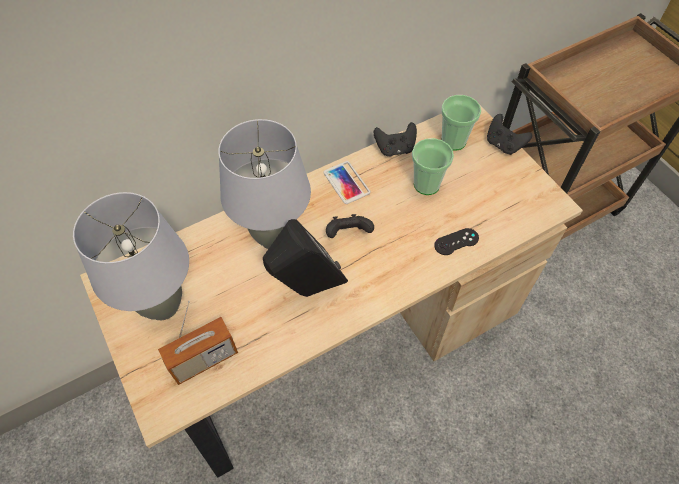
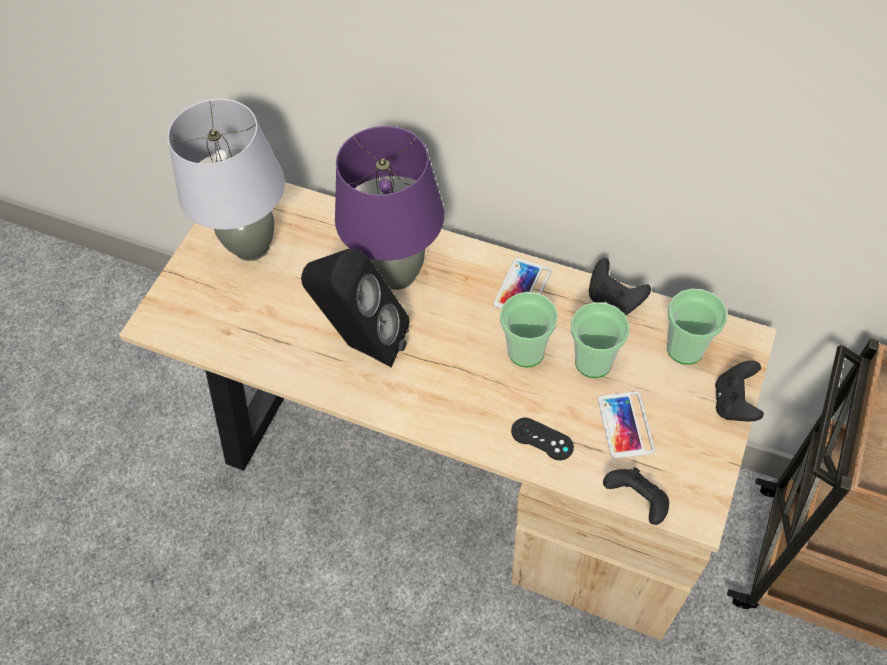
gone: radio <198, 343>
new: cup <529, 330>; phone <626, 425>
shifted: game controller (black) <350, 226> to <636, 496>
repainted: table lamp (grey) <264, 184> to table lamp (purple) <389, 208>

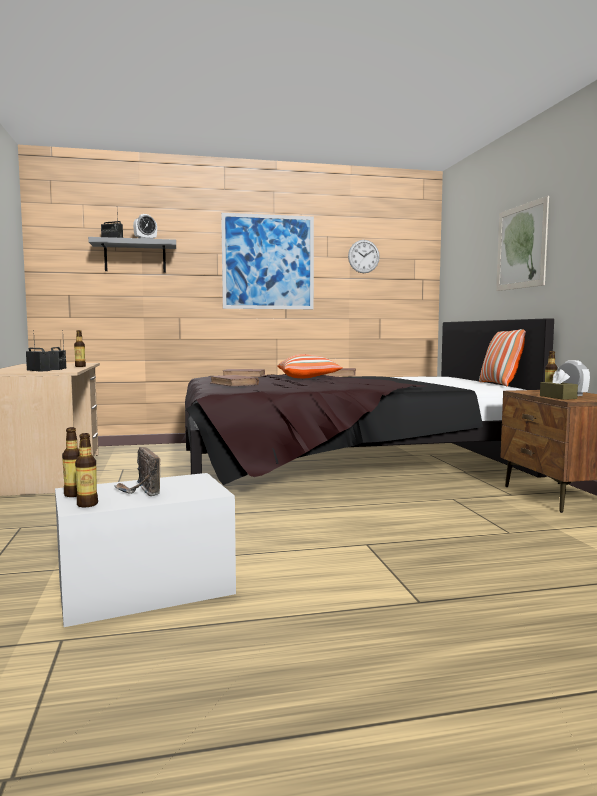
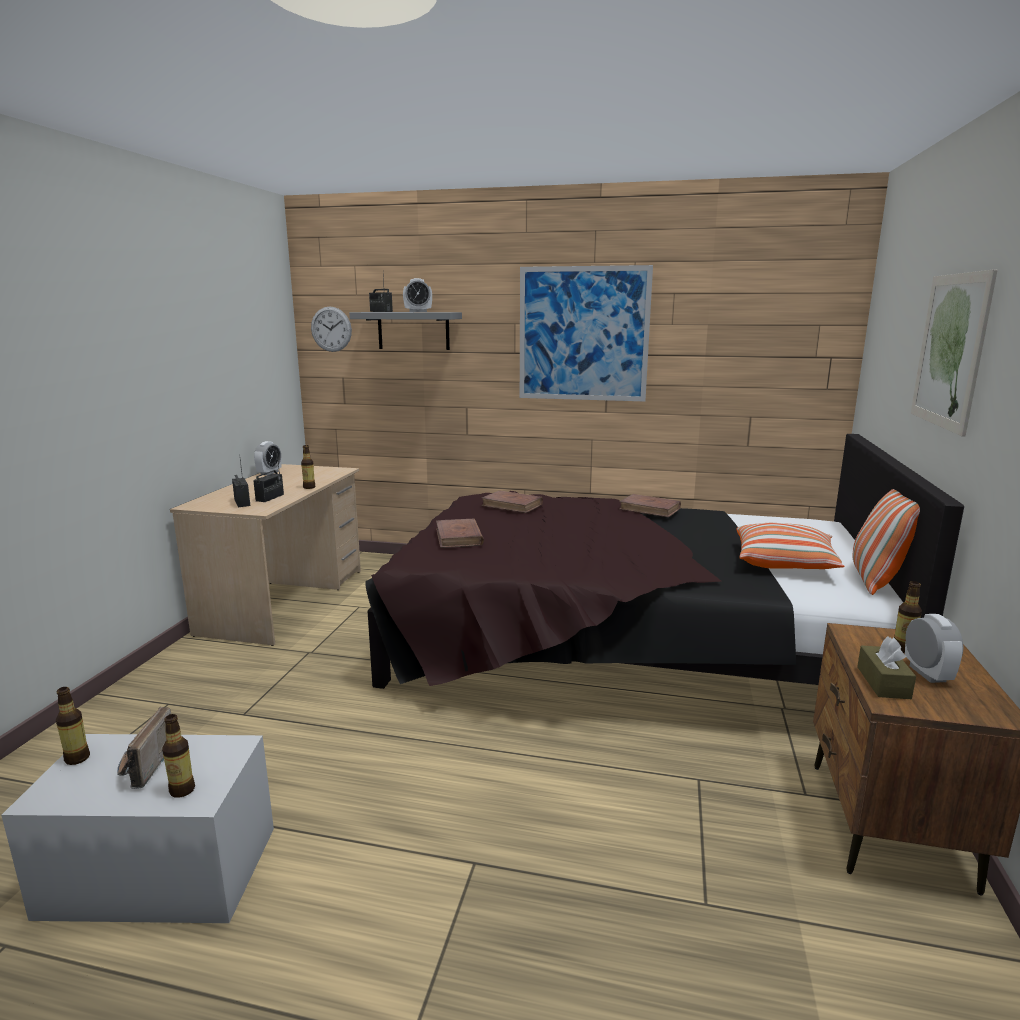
new: alarm clock <268, 458>
shifted: bottle <86, 470> to <178, 756>; wall clock <364, 256> to <331, 329>; pillow <310, 366> to <790, 546>

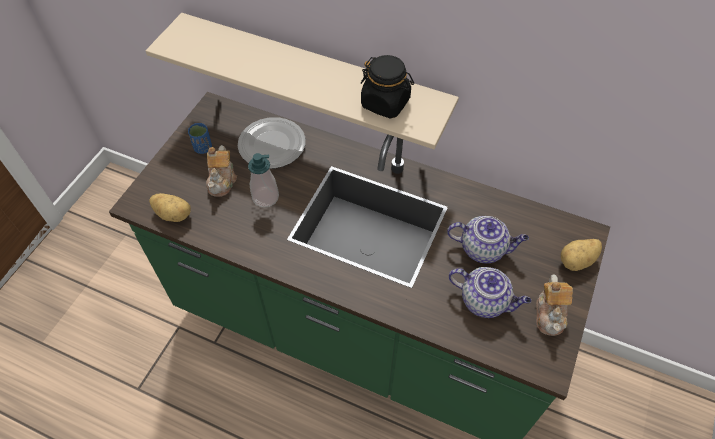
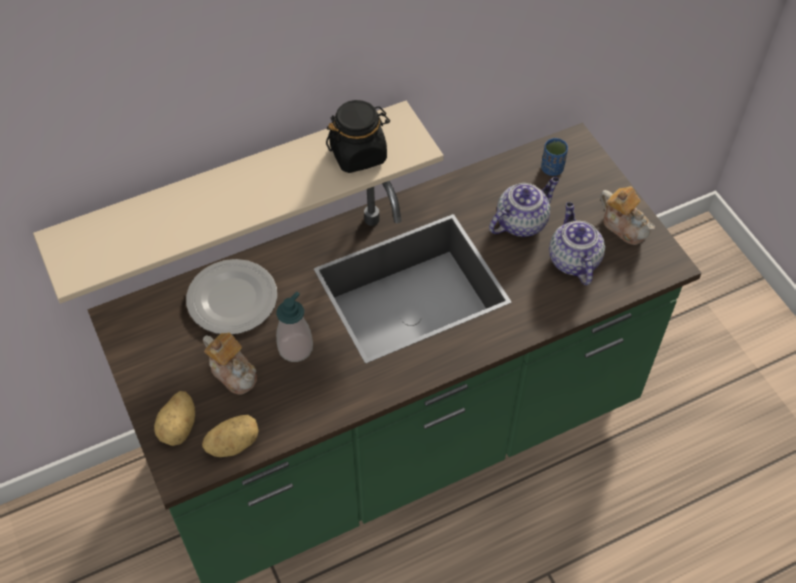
shifted: potato <581, 255> to <174, 418>; cup (blue) <200, 138> to <554, 157>
rotated: teapot <490, 292> = <577, 243> 75 degrees counterclockwise

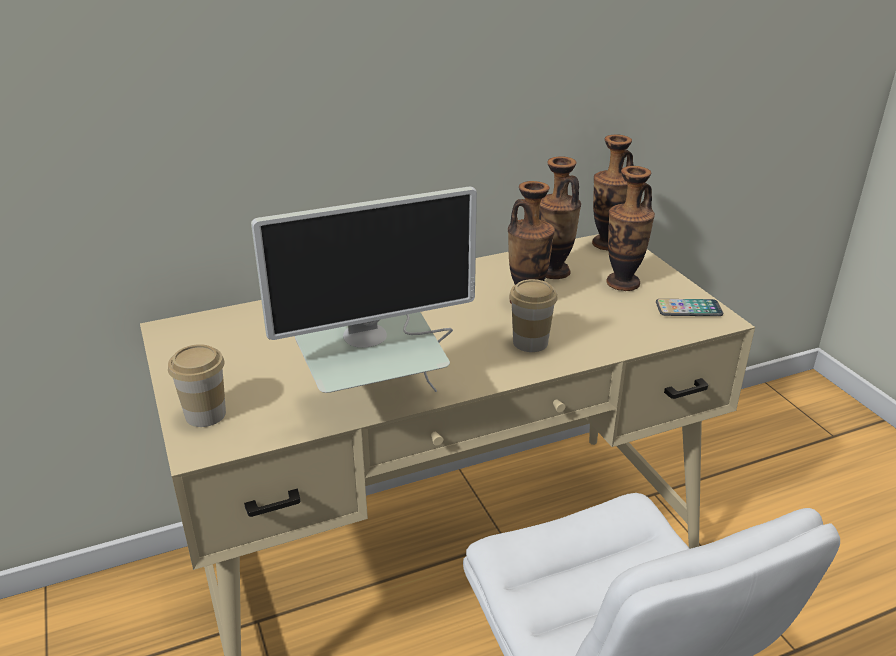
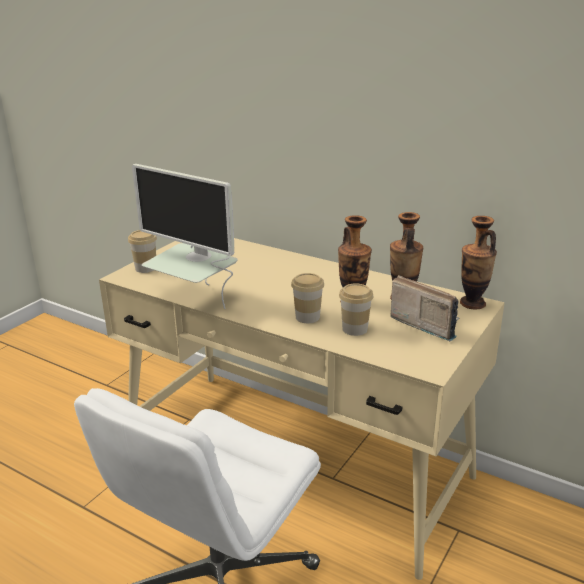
gone: phone <689, 307>
new: cup <356, 309>
swapped: vase <630, 228> to radio <424, 308>

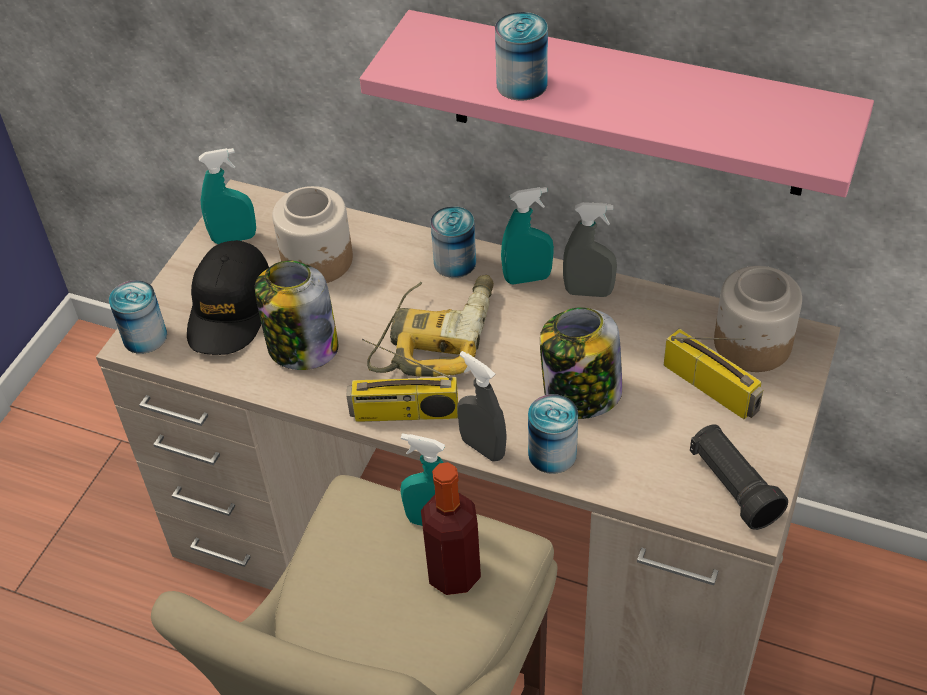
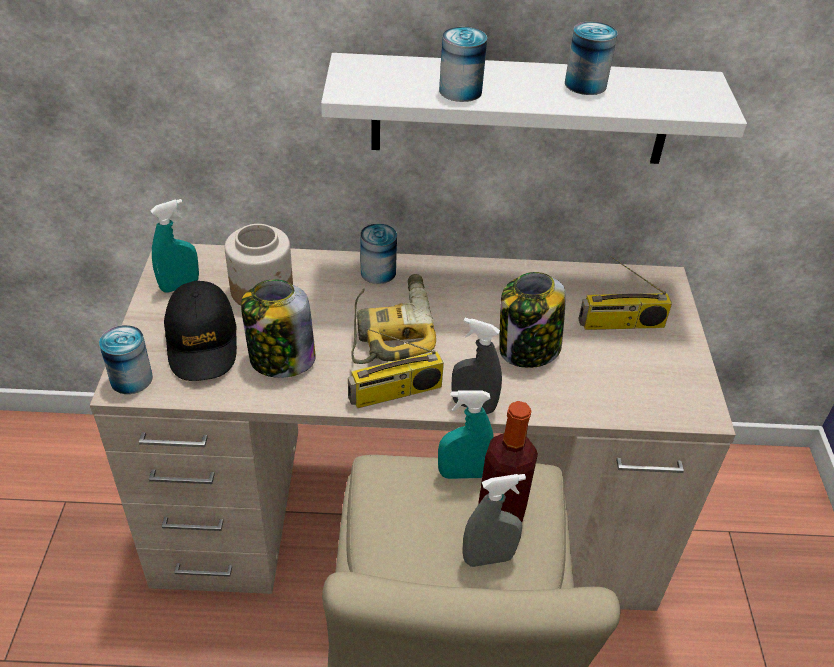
gone: spray bottle (turquoise) <527, 235>; flashlight (black) <739, 477>; jar <758, 319>
shifted: spray bottle (grey) <590, 249> to <494, 520>; can <553, 434> to <591, 58>
repainted: shelf (pink) <617, 103> to shelf (white) <534, 108>
rotated: radio <713, 374> = <625, 293> 150 degrees clockwise

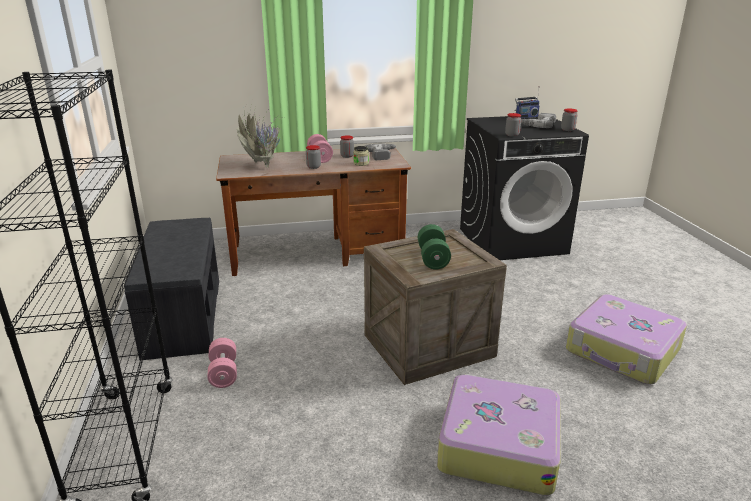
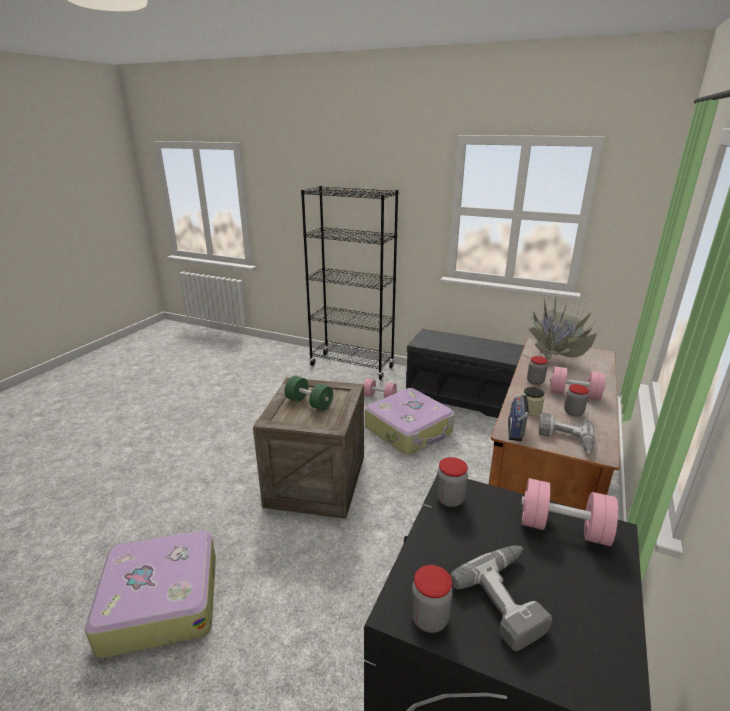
new: dumbbell (pink) <569, 512>
shifted: suitcase <499, 434> to <410, 421>; radio <527, 102> to <518, 417>

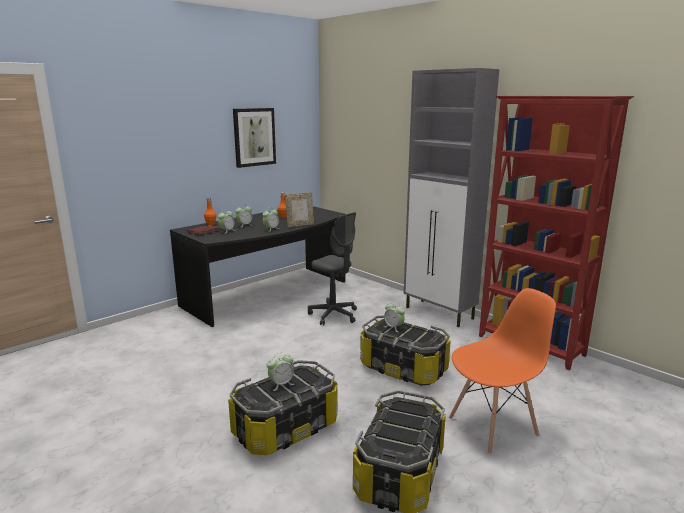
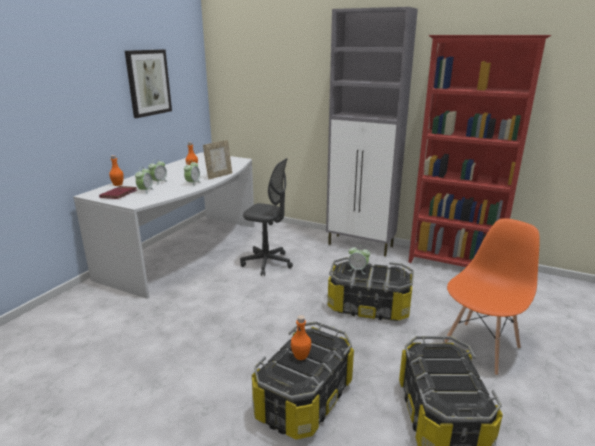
swapped: alarm clock <280, 372> to bottle (orange) <301, 337>
repainted: desk (black) <258, 266> to desk (white) <164, 225>

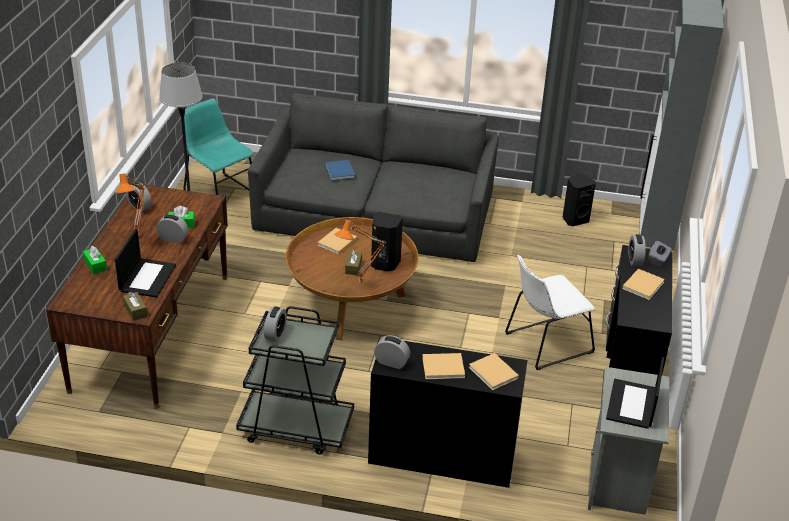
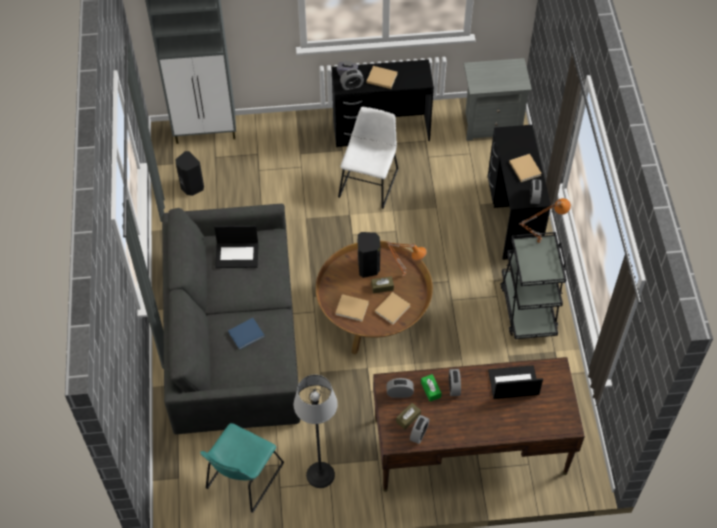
gone: tissue box (green) <95, 260>
shifted: laptop <635, 393> to <236, 246>; book (beige) <494, 371> to <393, 308>; alarm clock <275, 324> to <400, 388>; tissue box (brown) <135, 306> to <408, 416>; table lamp (orange) <130, 205> to <545, 220>
rotated: chair (white) <550, 312> = <368, 158> 120 degrees counterclockwise

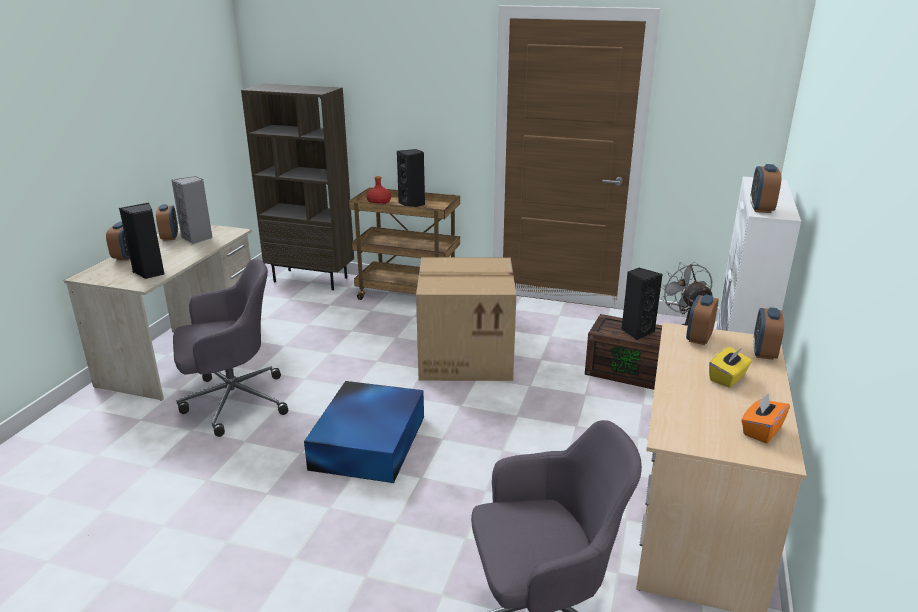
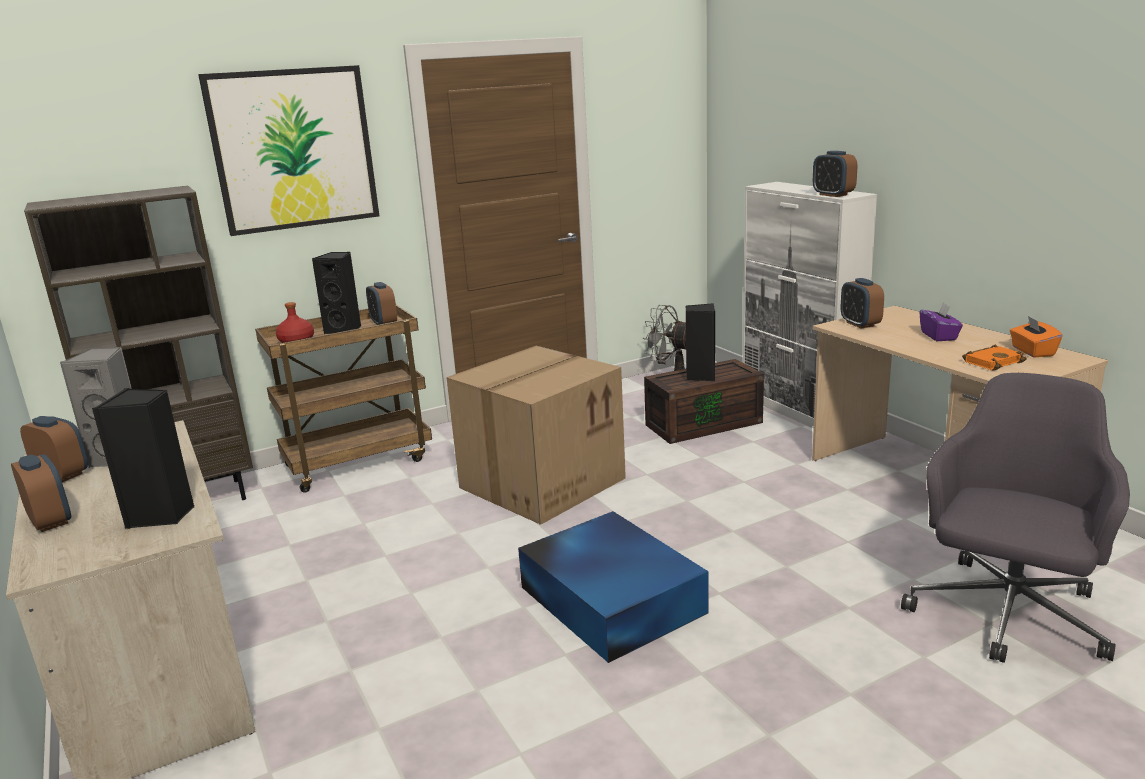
gone: office chair (grey) <230, 347>
new: picture <288, 150>; book (orange) <994, 357>
shifted: alarm clock <768, 333> to <381, 303>
repainted: tissue box (yellow) <730, 367> to tissue box (purple) <941, 321>

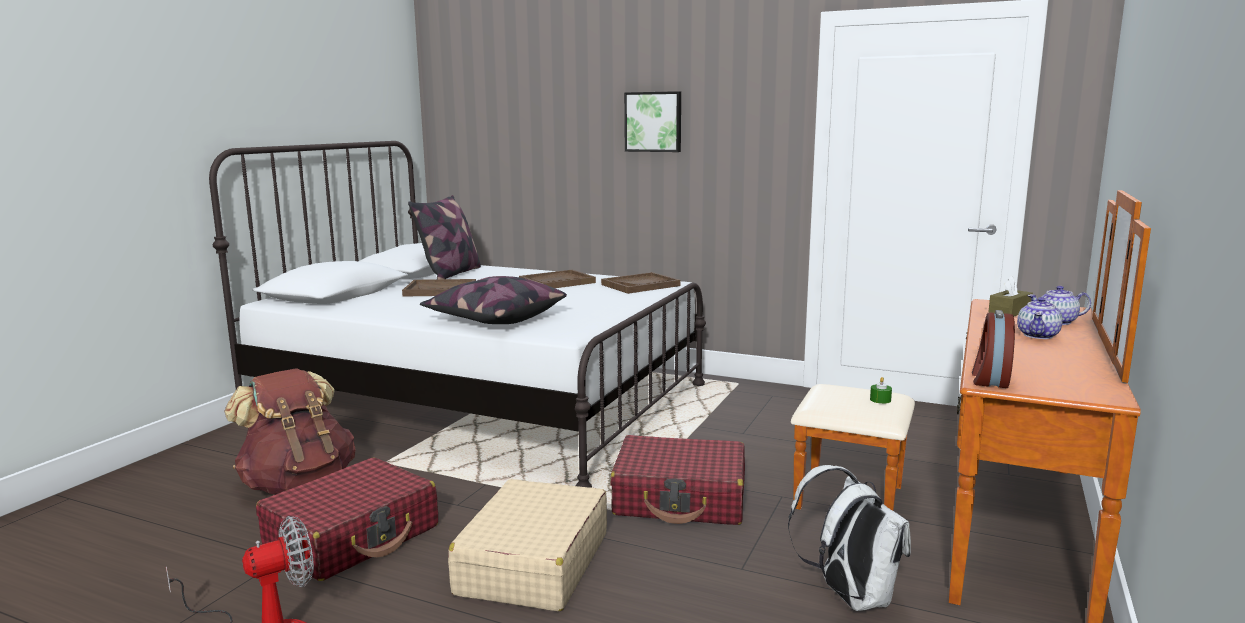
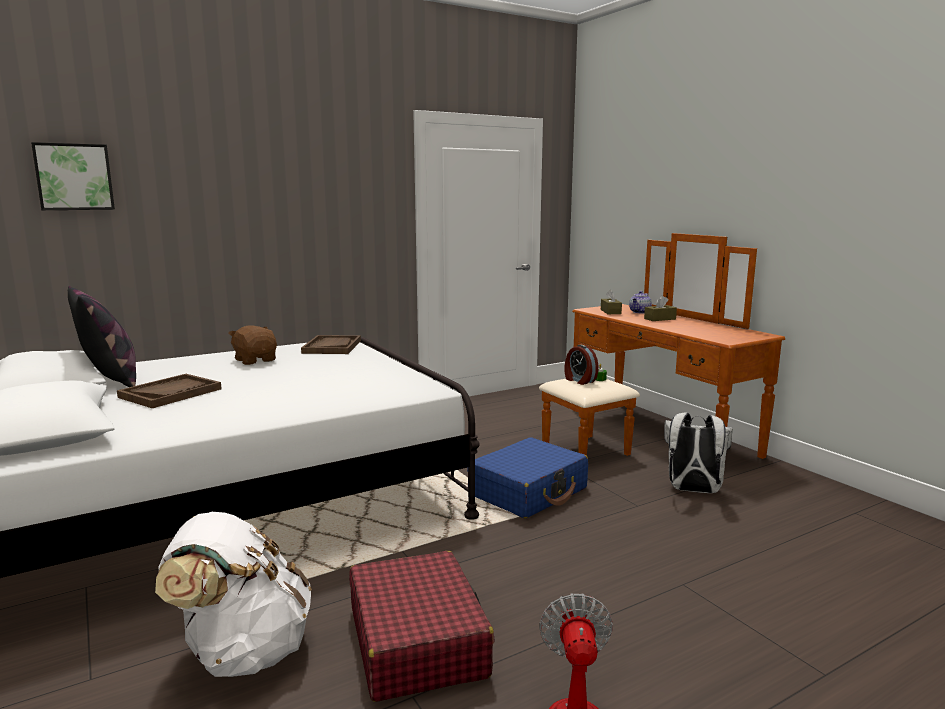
gone: pillow <493, 300>; suitcase (beige) <527, 545>
shifted: picture <652, 121> to <73, 176>; alarm clock <993, 349> to <581, 365>
swapped: tray (brown) <557, 279> to plush toy (brown) <252, 345>; teapot <1040, 318> to tissue box (brown) <660, 308>
repainted: backpack (brown) <290, 431> to backpack (white) <233, 594>; suitcase (red) <677, 480> to suitcase (blue) <527, 477>

